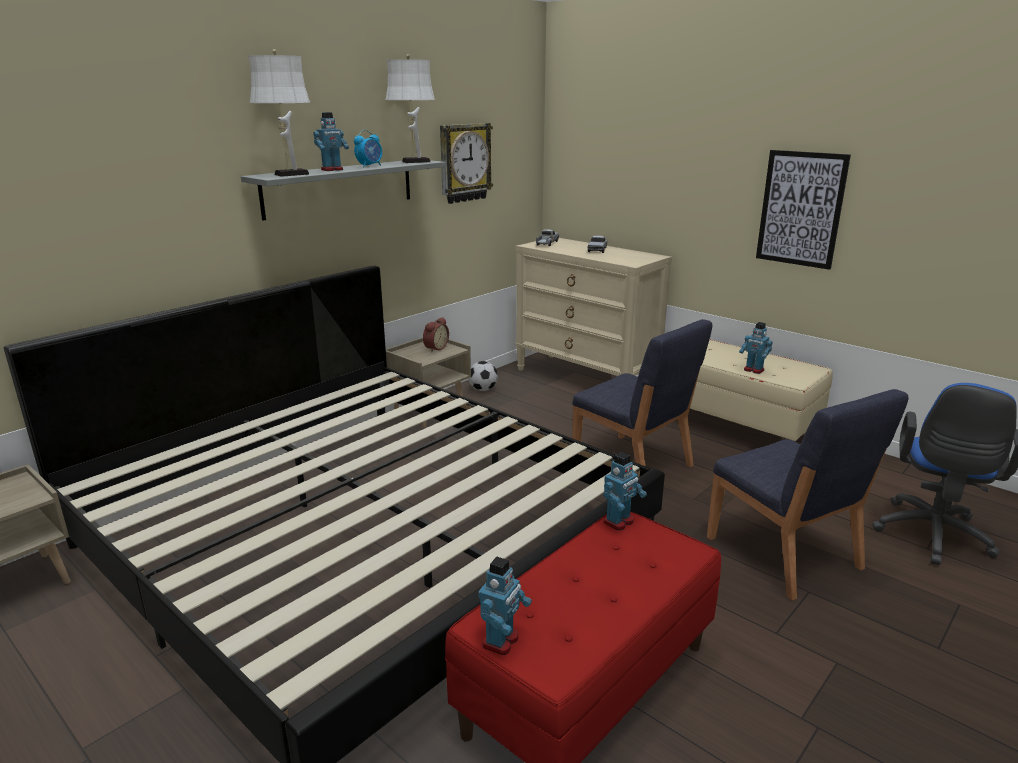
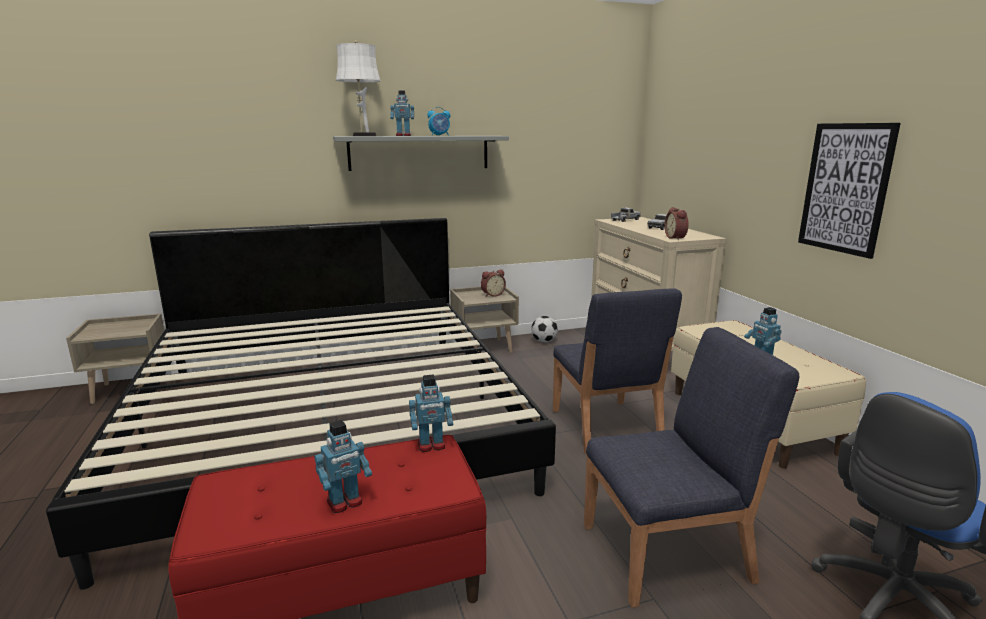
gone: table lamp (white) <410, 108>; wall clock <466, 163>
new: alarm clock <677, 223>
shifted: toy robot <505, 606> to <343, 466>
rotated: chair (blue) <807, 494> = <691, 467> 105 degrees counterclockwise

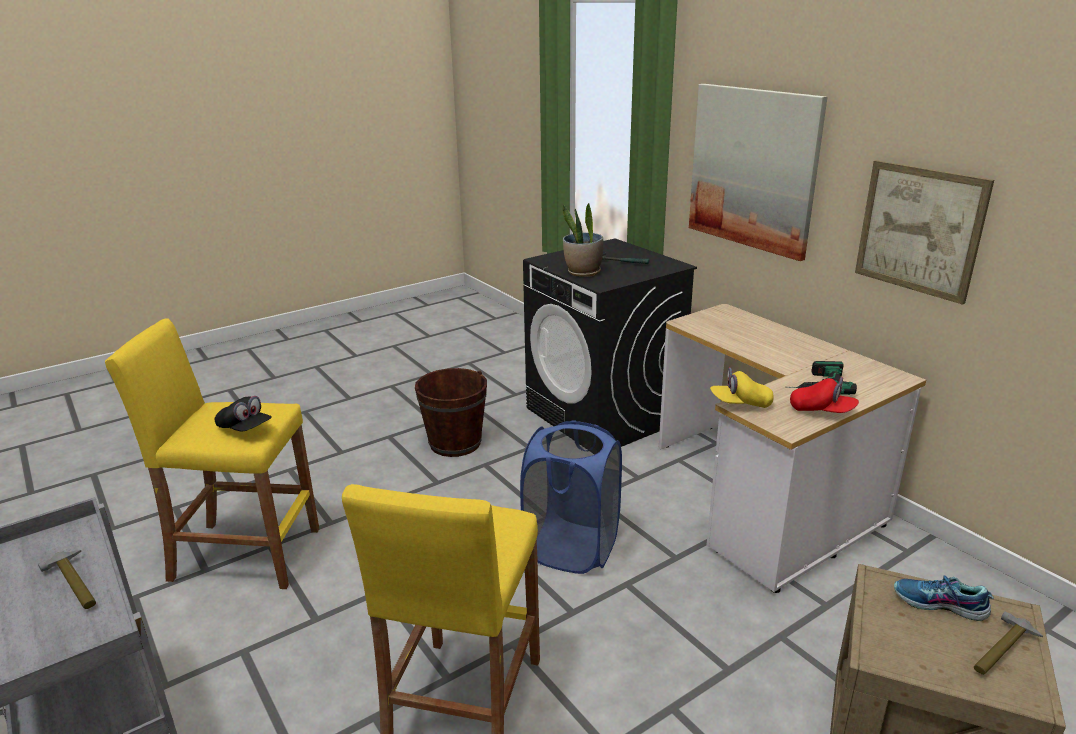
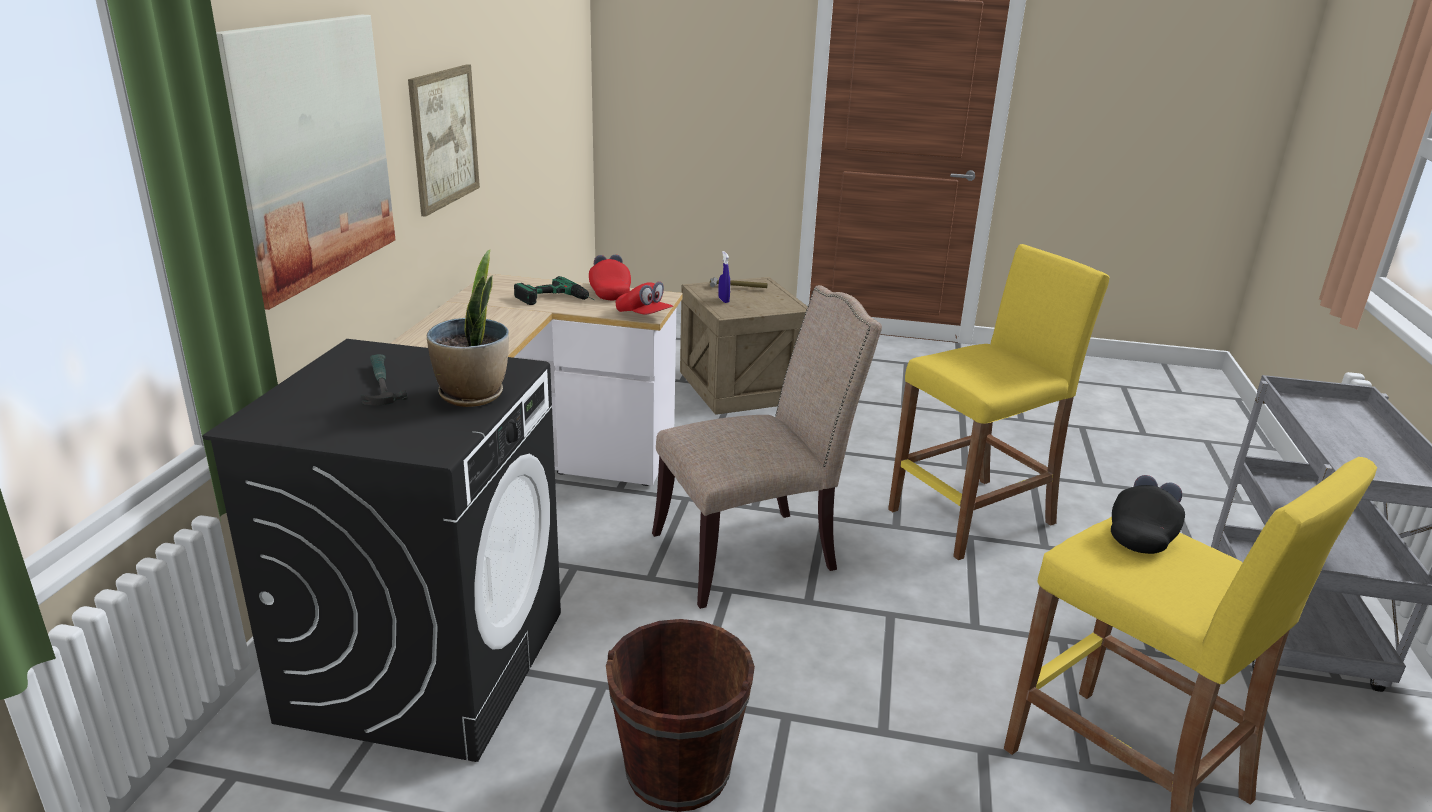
gone: hammer <67, 579>
swapped: laundry basket (blue) <571, 497> to chair (beige) <767, 447>; shoe <944, 598> to spray bottle (blue) <724, 277>
repainted: cap (yellow) <742, 387> to cap (red) <644, 298>
rotated: cap (black) <243, 414> = <1148, 514> 45 degrees clockwise

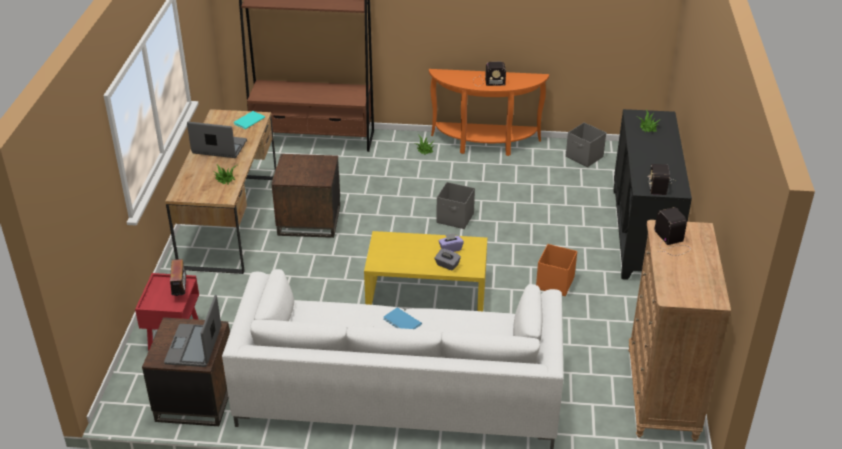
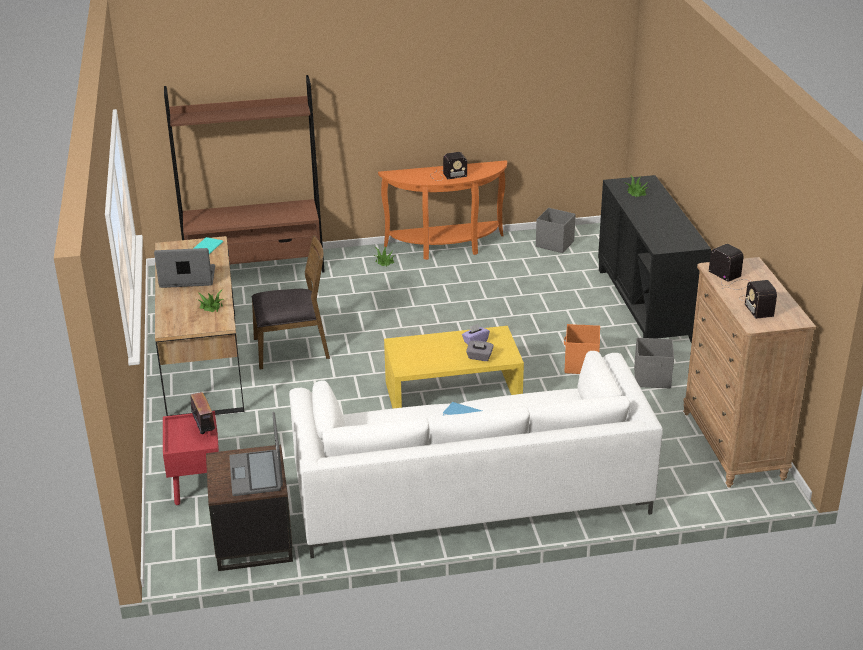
shifted: storage box (grey) <455, 205> to <654, 363>; radio <660, 179> to <758, 299>
swapped: side table (brown) <306, 196> to chair (brown) <291, 302>

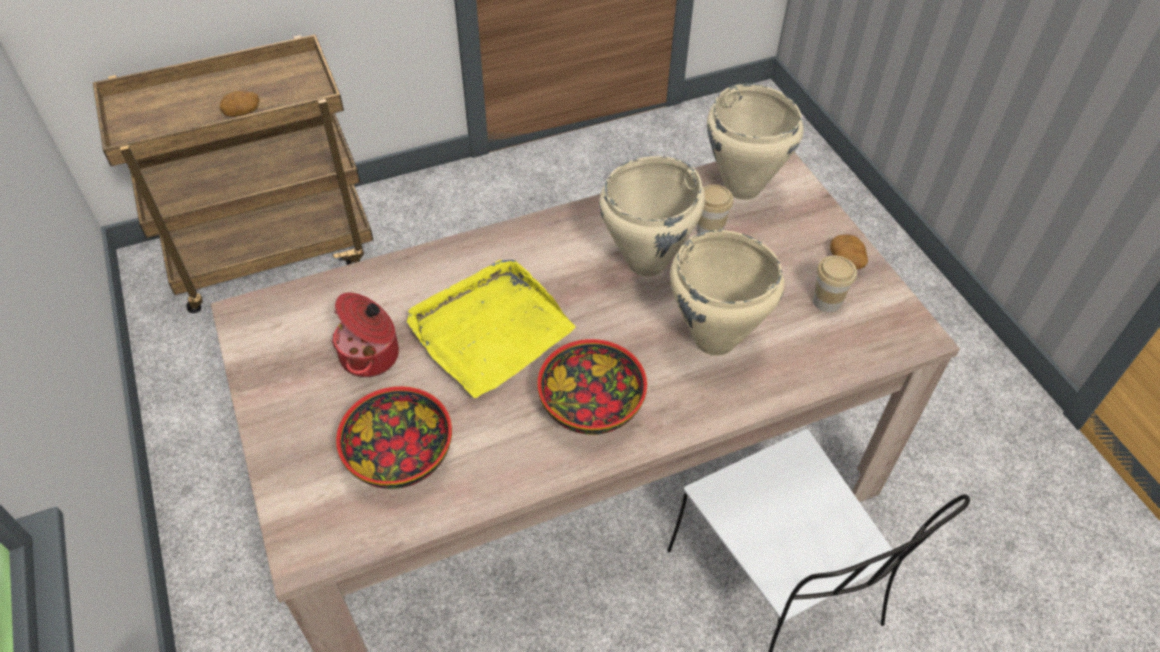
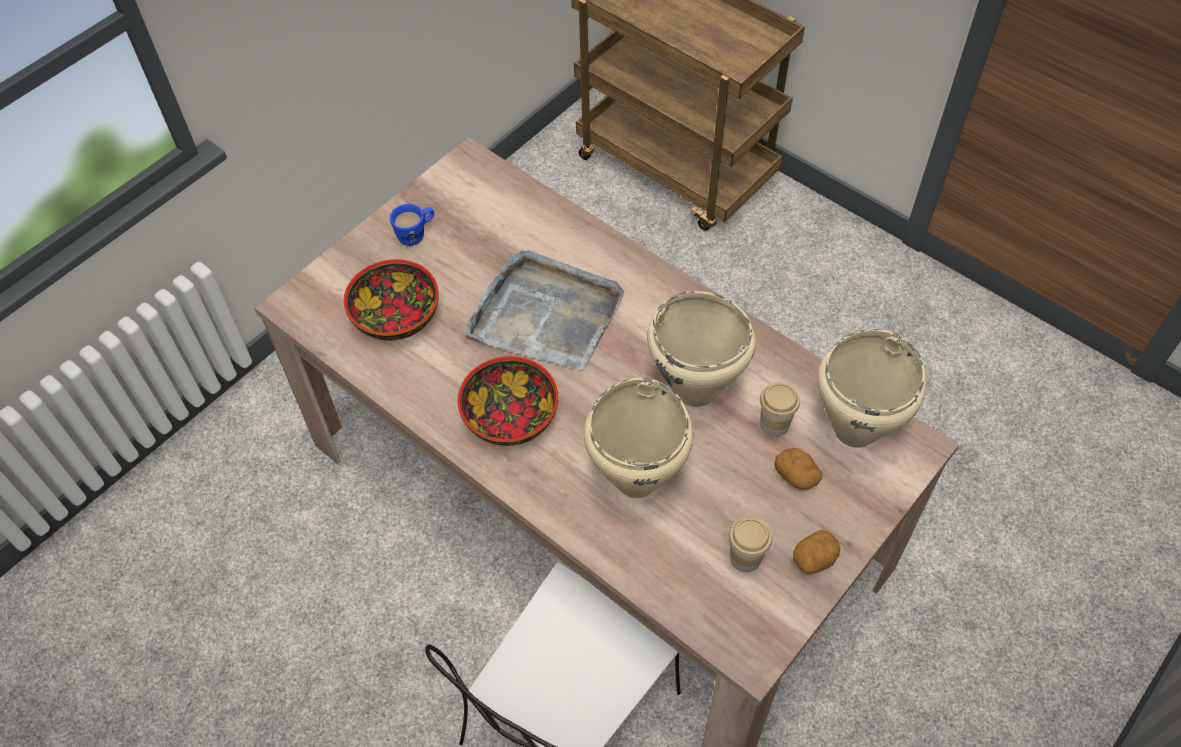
gone: cooking pot <365, 335>
new: mug (blue) <412, 225>
shifted: potato <239, 104> to <798, 468>
repainted: tray (yellow) <491, 329> to tray (grey) <544, 309>

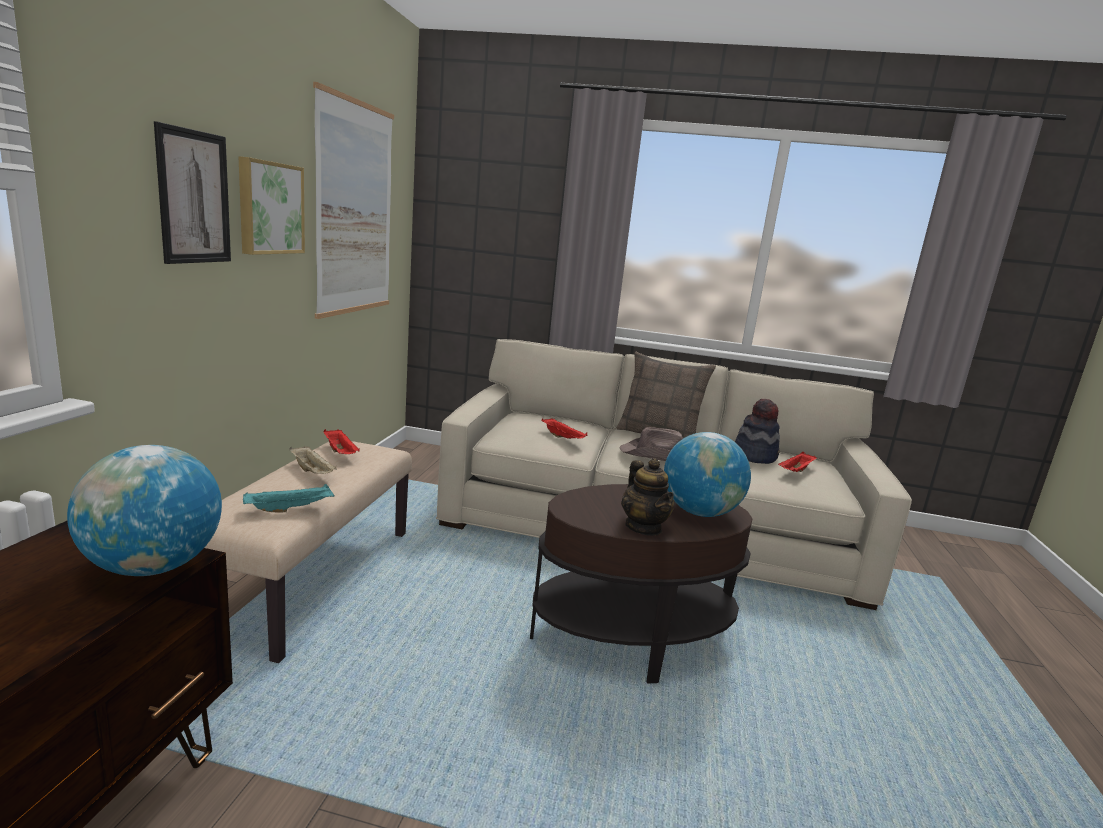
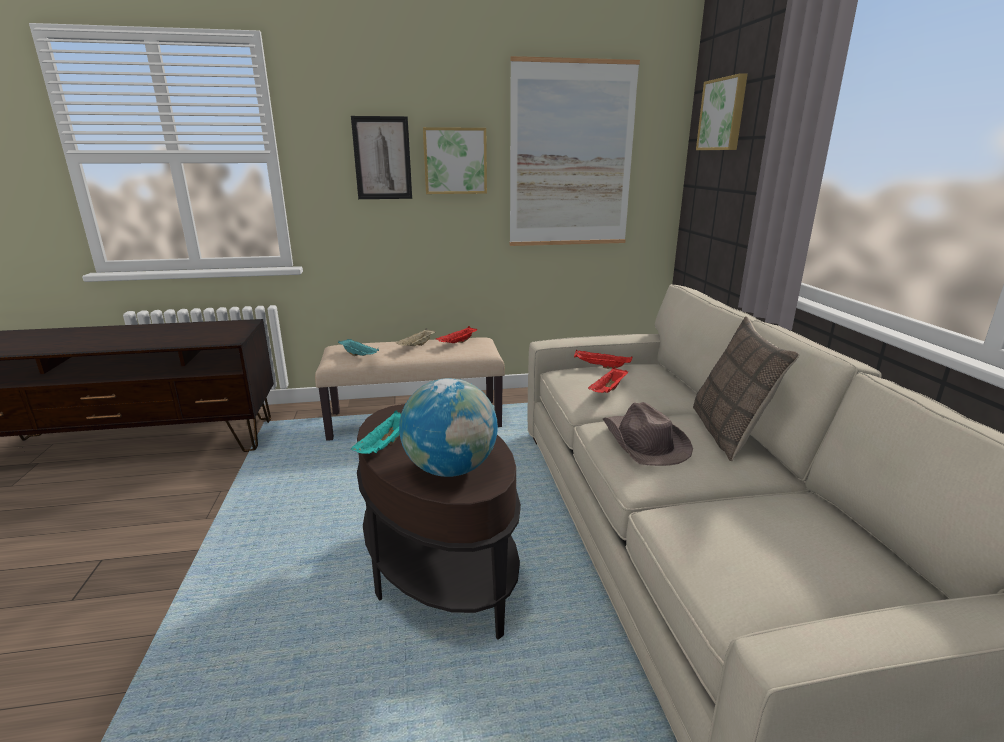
gone: globe <144, 510>; hat <757, 431>
new: picture <722, 111>
shifted: tray (red) <797, 462> to <603, 359>
swapped: teapot <647, 497> to tray (turquoise) <376, 432>

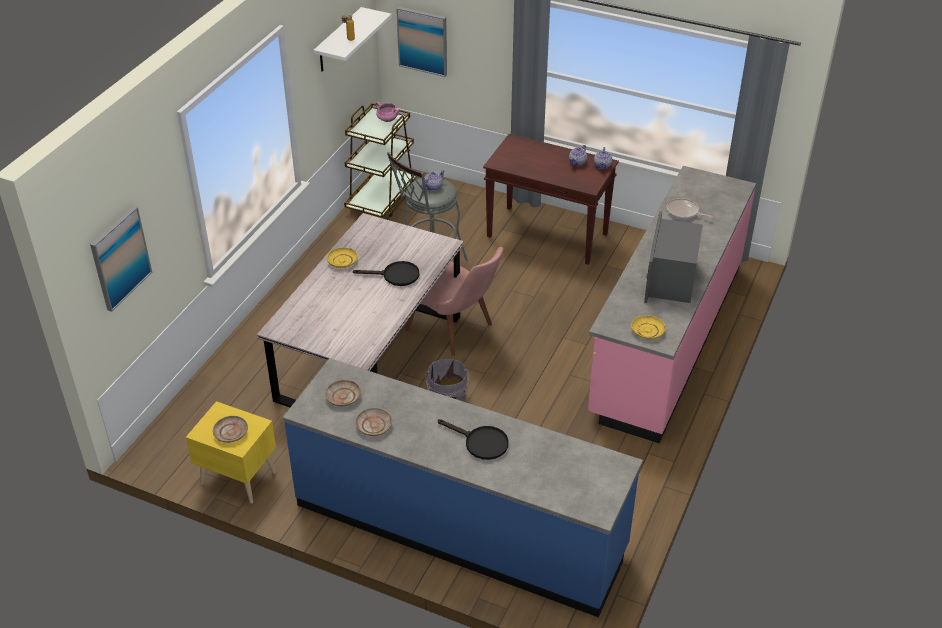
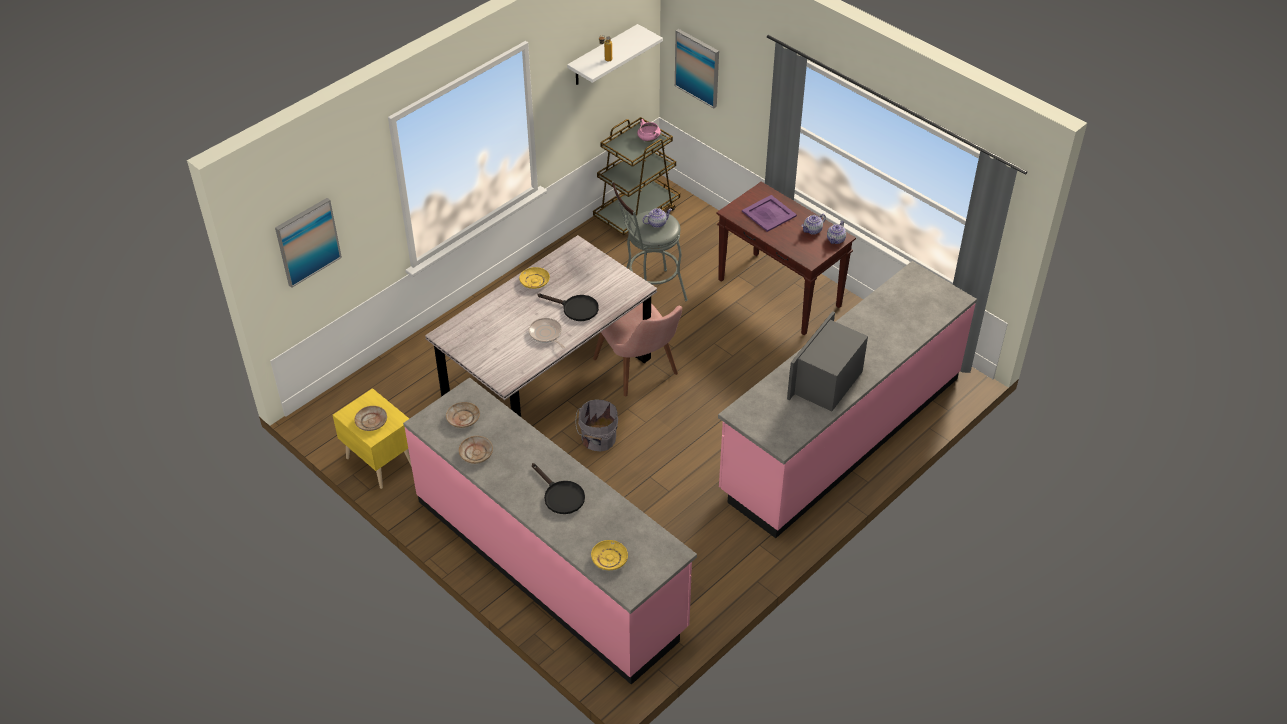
new: tray (purple) <769, 213>
shifted: frying pan <690, 208> to <546, 333>; plate (yellow) <648, 327> to <609, 555>
repainted: counter (blue) <463, 487> to counter (pink) <550, 531>

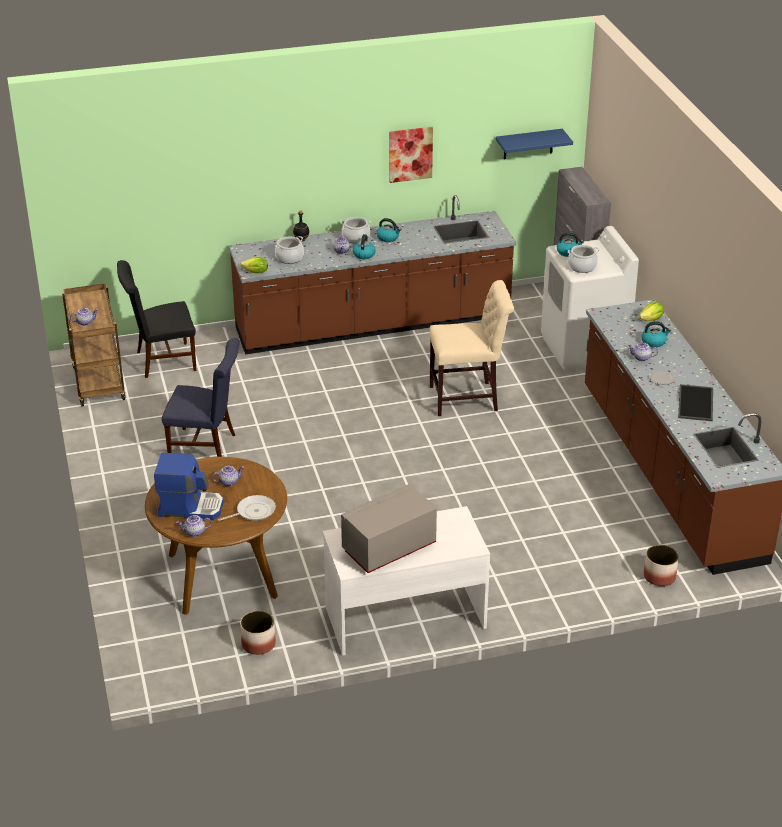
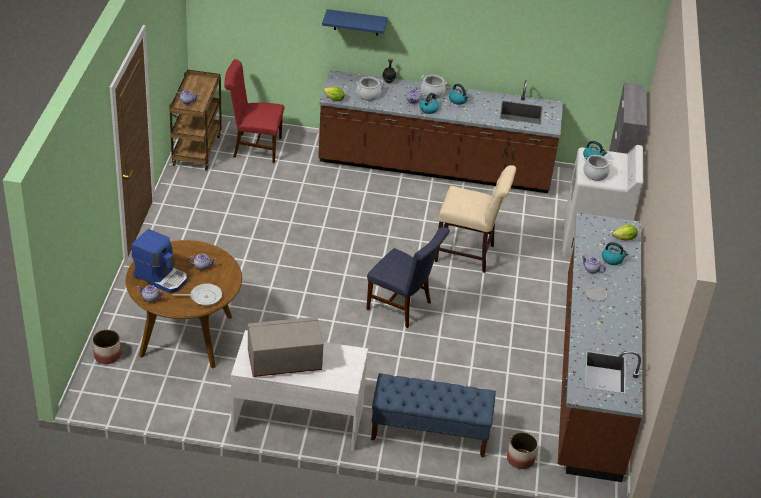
gone: picture <411, 155>; tray <695, 402>
new: bench (blue) <433, 415>
shifted: planter <258, 633> to <107, 347>; shelf (blue) <534, 144> to <355, 22>; chair (blue) <201, 397> to <408, 277>
repainted: chair (black) <157, 319> to chair (red) <254, 111>

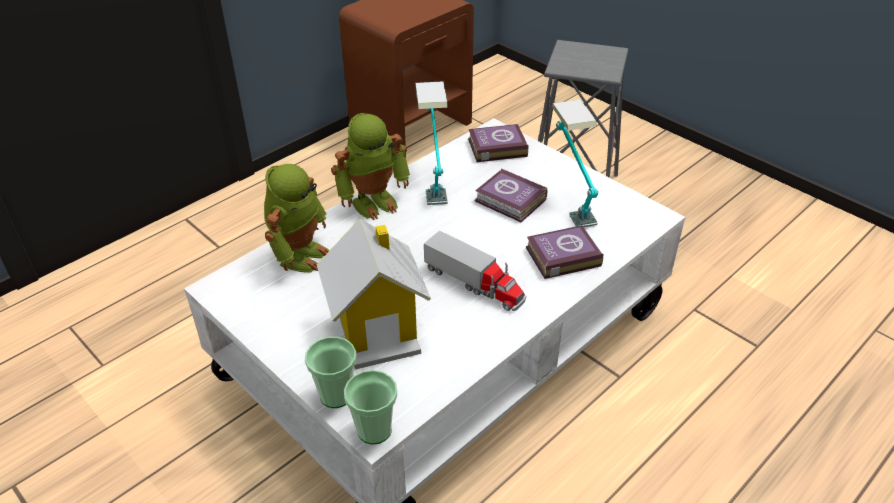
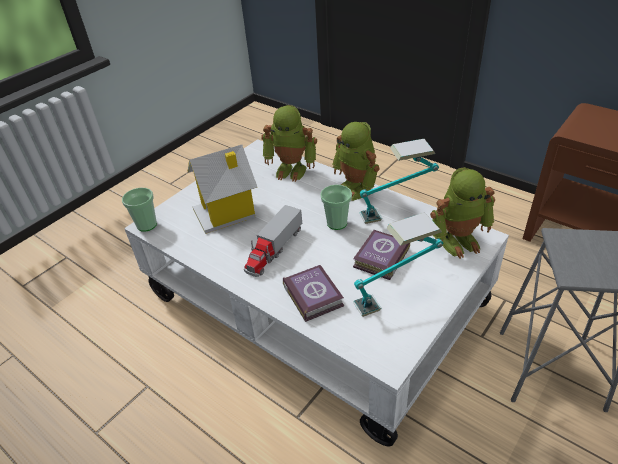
shifted: cup <331, 372> to <336, 207>
swapped: book <498, 143> to toy robot <462, 213>

